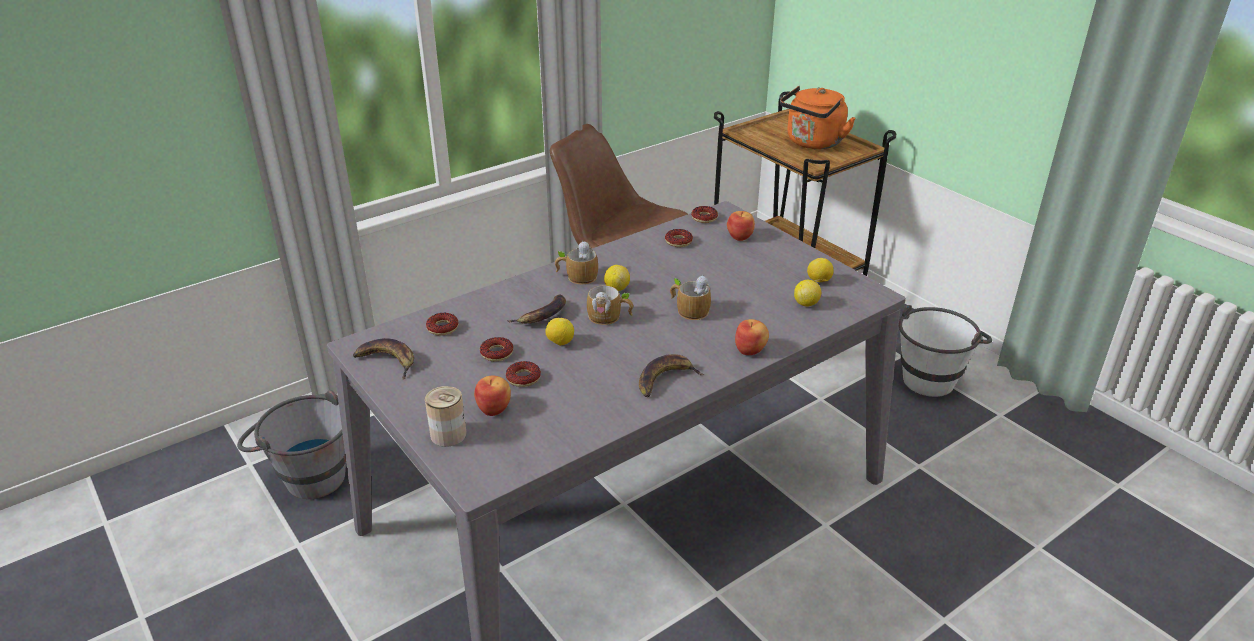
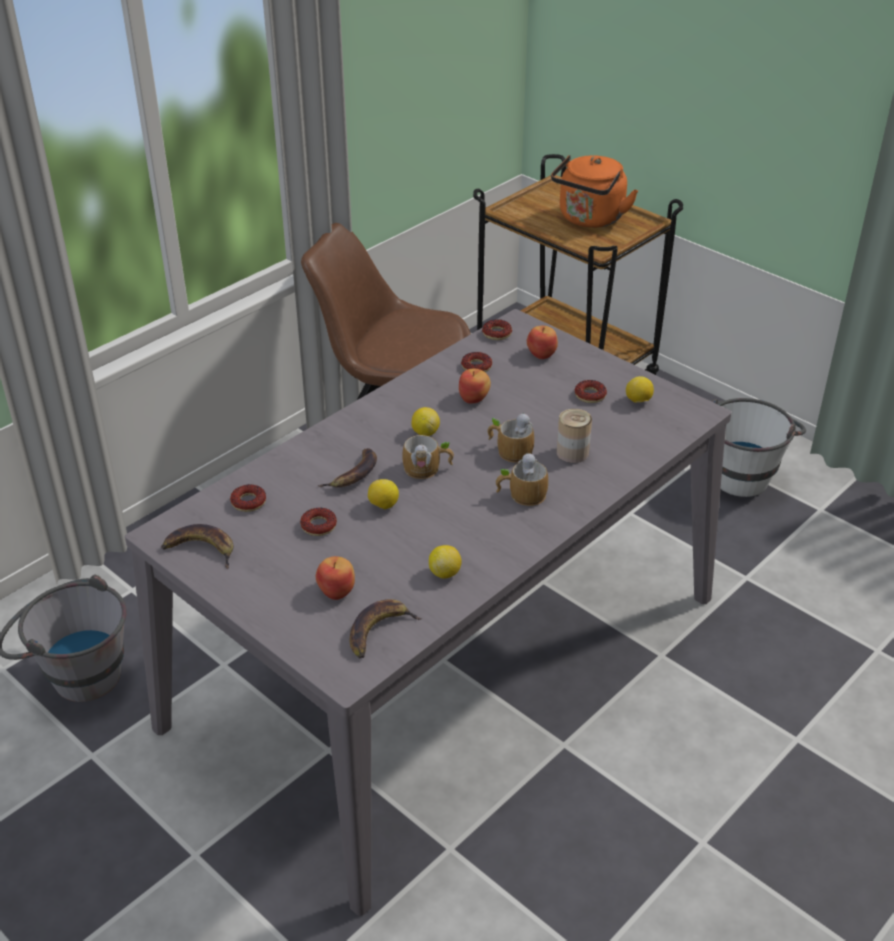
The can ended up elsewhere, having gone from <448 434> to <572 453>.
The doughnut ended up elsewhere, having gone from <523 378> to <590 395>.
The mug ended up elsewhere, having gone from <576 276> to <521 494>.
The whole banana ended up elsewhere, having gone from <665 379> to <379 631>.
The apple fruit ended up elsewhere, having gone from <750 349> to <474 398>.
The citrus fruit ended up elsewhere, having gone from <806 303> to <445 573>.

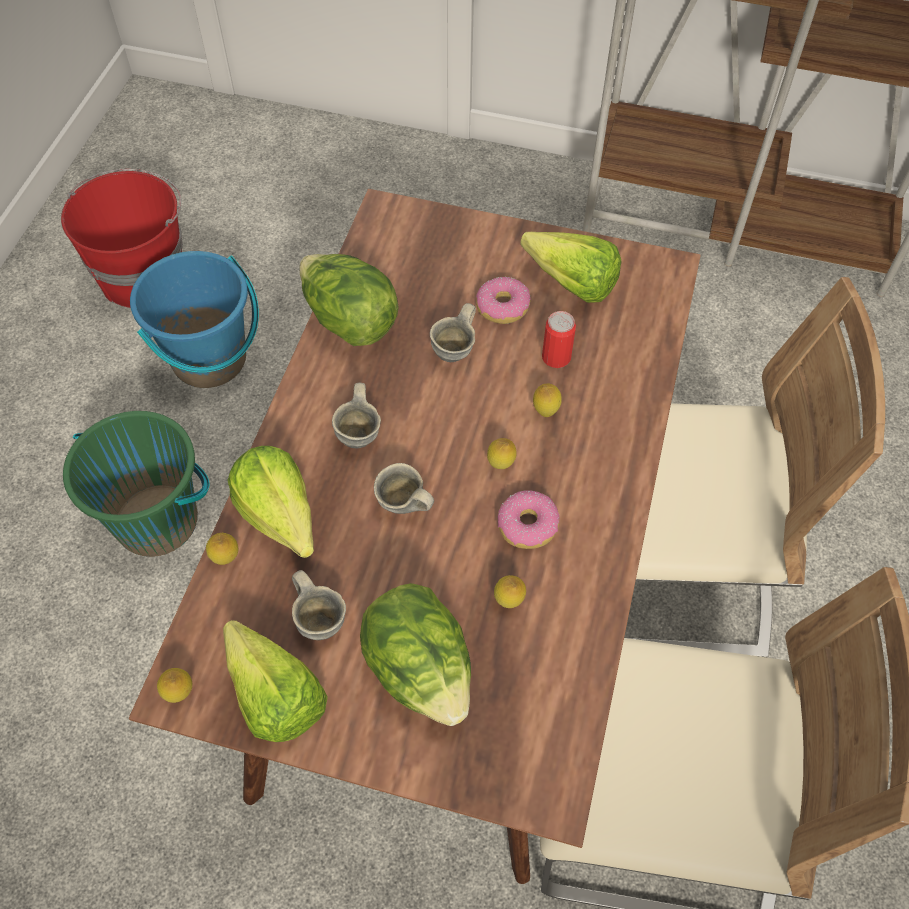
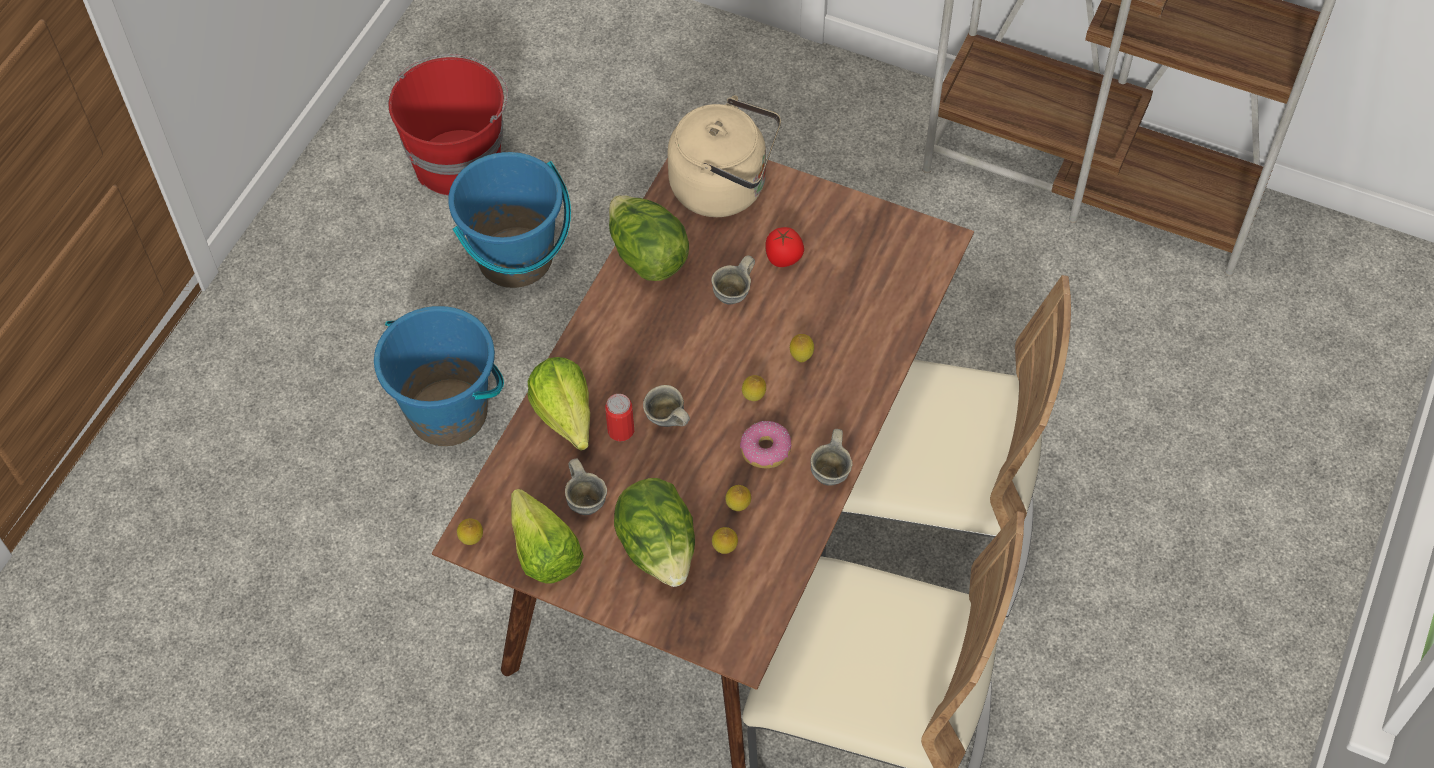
What was the green pail at <157 520> turned into the bluish pail at <449 412>.
The citrus fruit ended up elsewhere, having gone from <226 559> to <724 549>.
The greyish mug ended up elsewhere, having gone from <361 435> to <832 473>.
Where the doughnut stood at <502 306>, the fresh tomato came to stand at <783 259>.
The second view lost the lettuce head at <565 279>.
The can ended up elsewhere, having gone from <556 357> to <621 430>.
The second view gained the beige-coloured kettle at <725 187>.

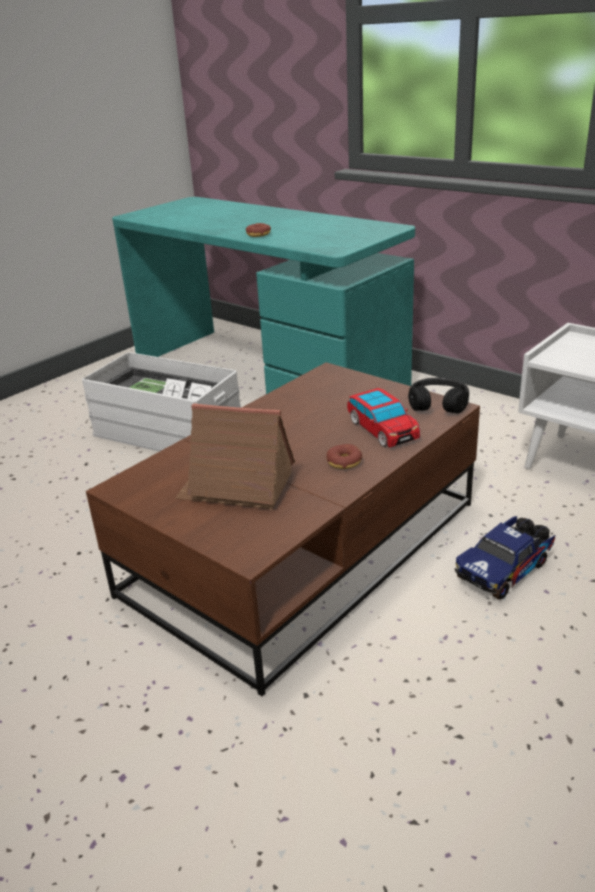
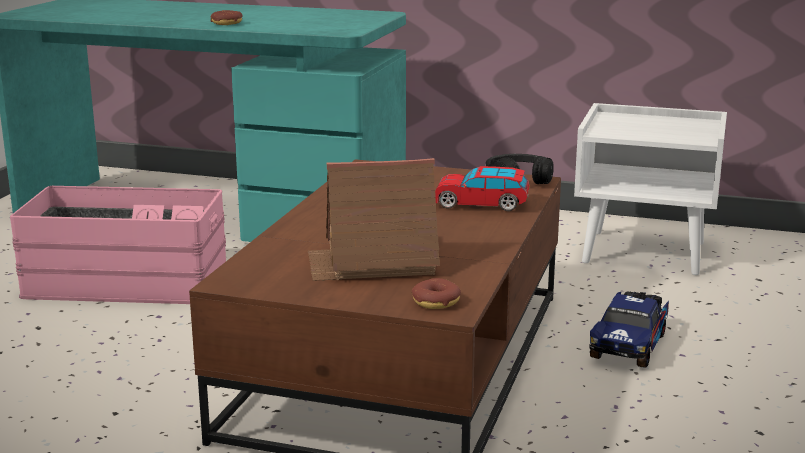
What was the whitish storage box at <169 430> turned into the pink-coloured storage box at <128 280>.
The doughnut ended up elsewhere, having gone from <344 462> to <436 302>.
The toy car at <382 429> ended up facing another way, 150 degrees clockwise from before.

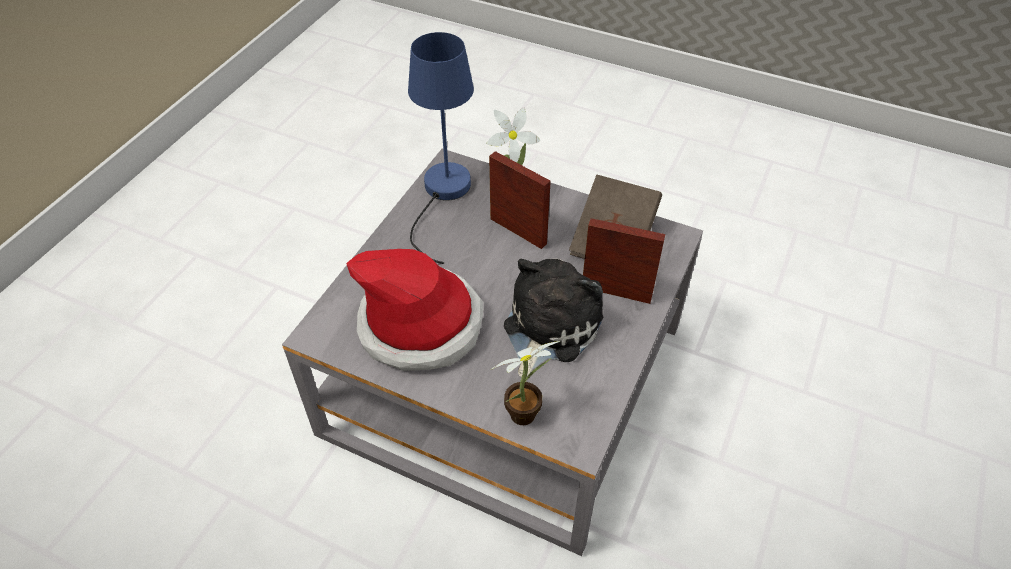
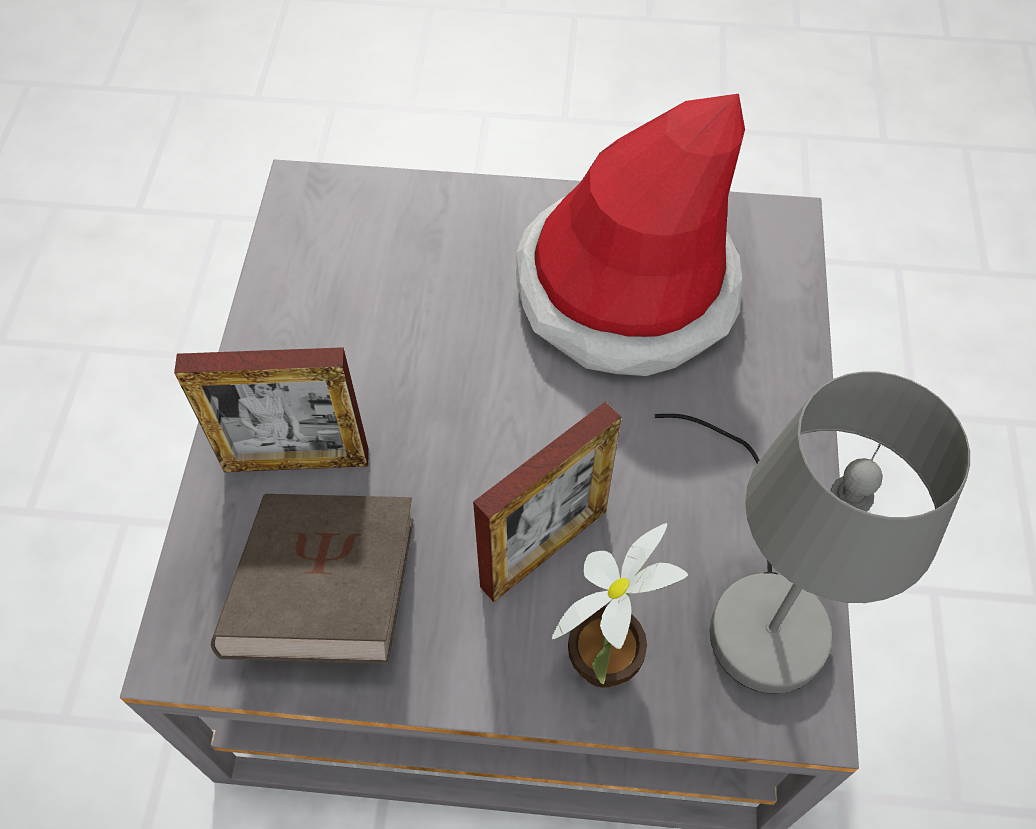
What was the bluish table lamp at <443 194> turned into the greyish table lamp at <759 599>.
The photo frame at <518 231> ended up facing another way, 60 degrees counterclockwise from before.
The second view lost the potted plant at <527 413>.
The second view lost the cuddly toy at <548 327>.

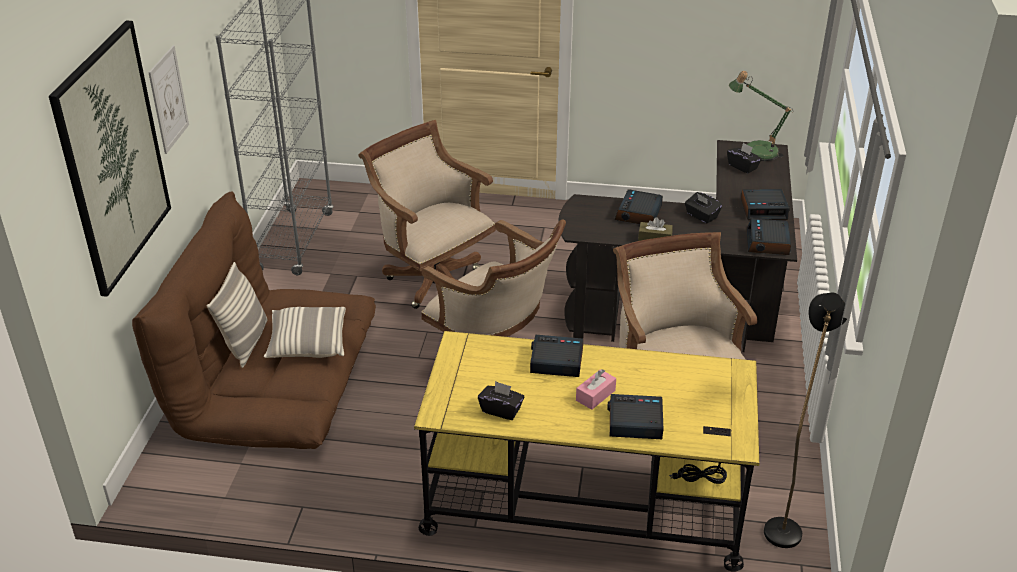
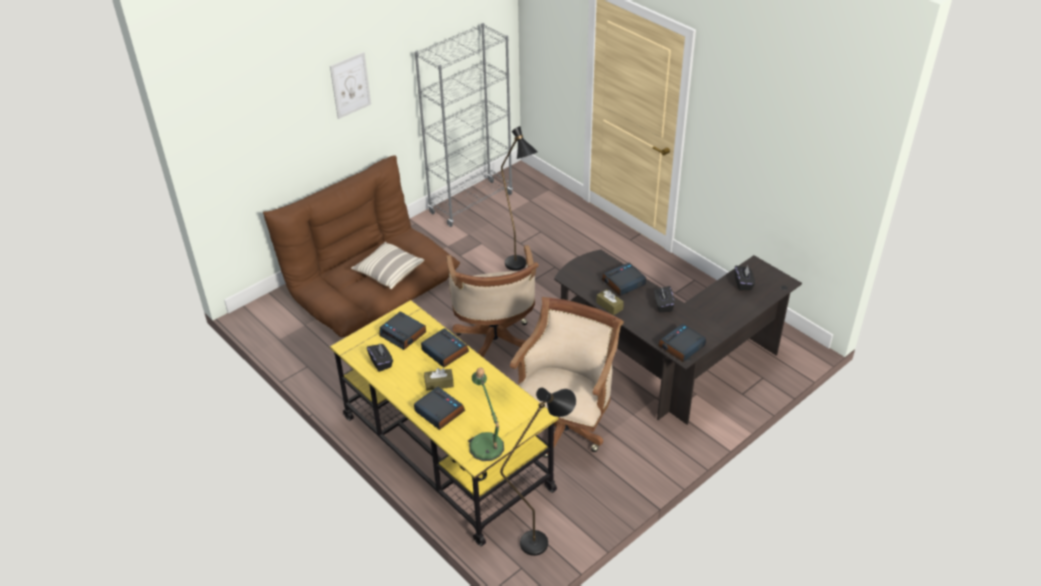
The second view lost the wall picture at <113 158>.
The second view lost the cushion at <245 343>.
Where the computer chair stood at <431 280>, the blackish floor lamp came to stand at <520 268>.
What was the pink-coloured tissue box at <595 395> turned into the brownish tissue box at <439 383>.
The table lamp ended up elsewhere, having gone from <755 150> to <486 442>.
The table clock ended up elsewhere, having gone from <764 209> to <403 334>.

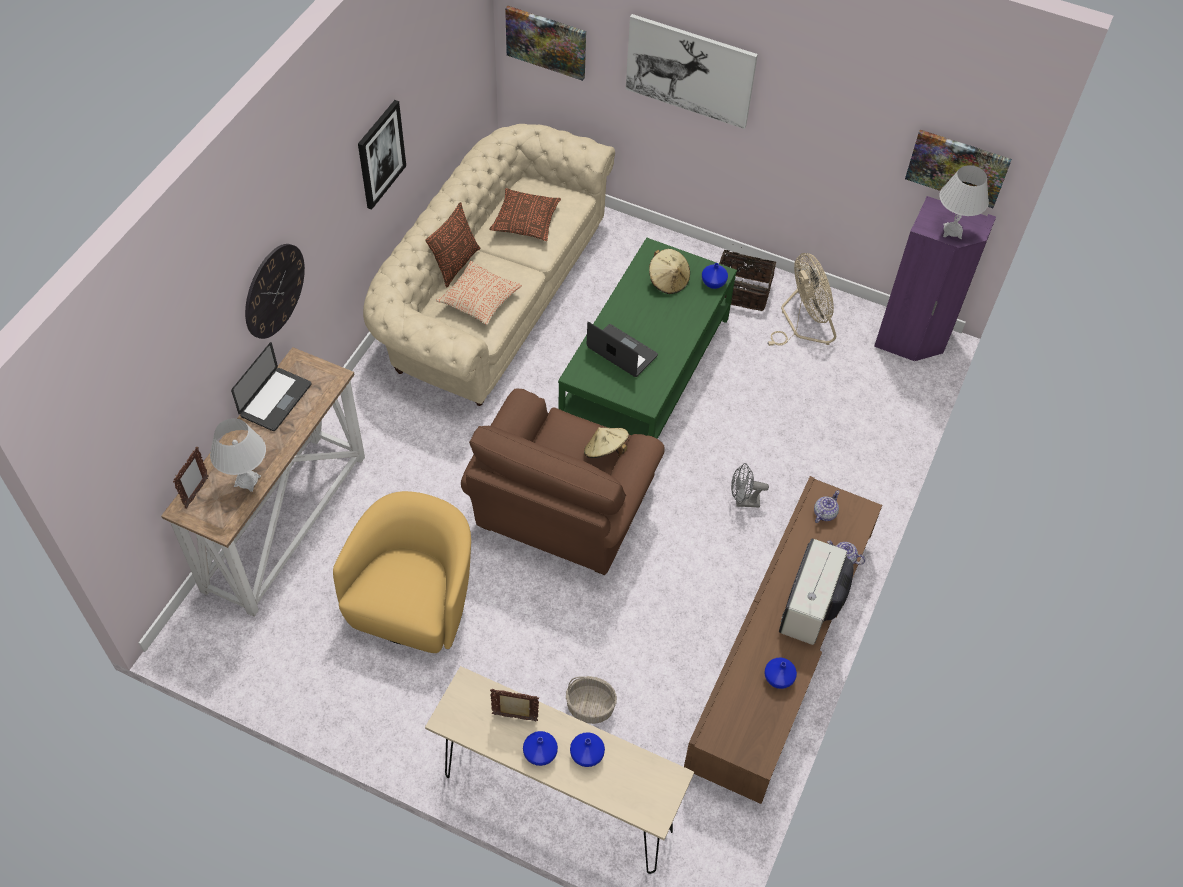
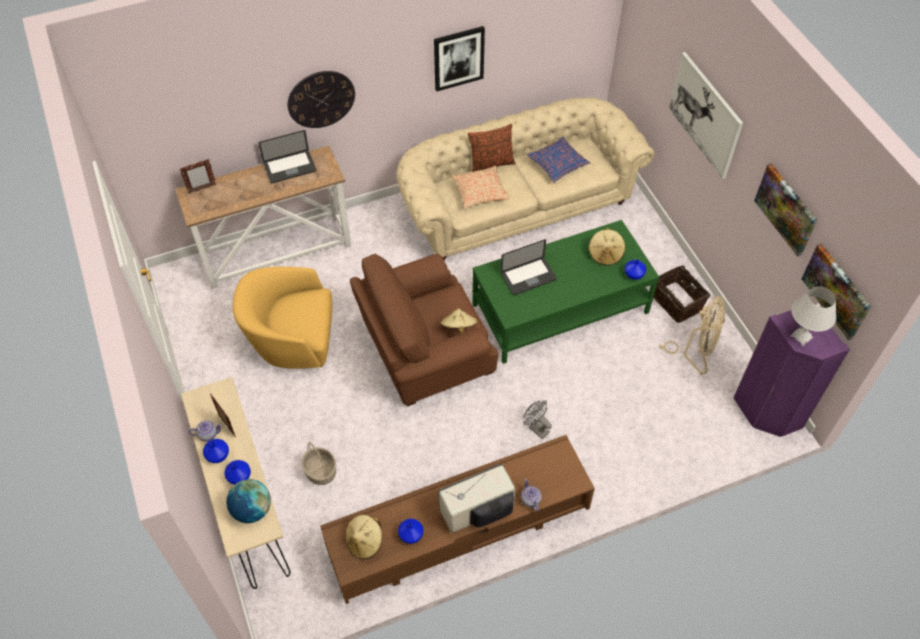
The second view lost the whitish table lamp at <247 481>.
The yellow armchair at <414 603> ended up facing another way, 150 degrees counterclockwise from before.
What was the brownish cushion at <526 222> turned into the bluish cushion at <557 165>.
The wall picture ended up elsewhere, having gone from <546 42> to <786 209>.
The notebook computer at <622 352> ended up facing another way, 75 degrees clockwise from before.
The tea pot ended up elsewhere, having gone from <824 513> to <207 434>.
The second view gained the desk globe at <252 510>.
The second view gained the beige-coloured clothing hat at <365 542>.

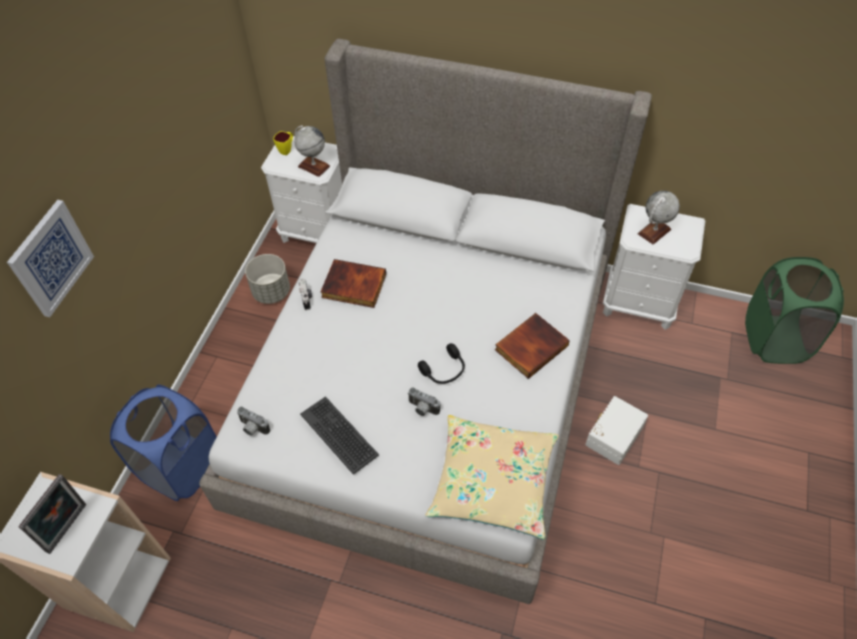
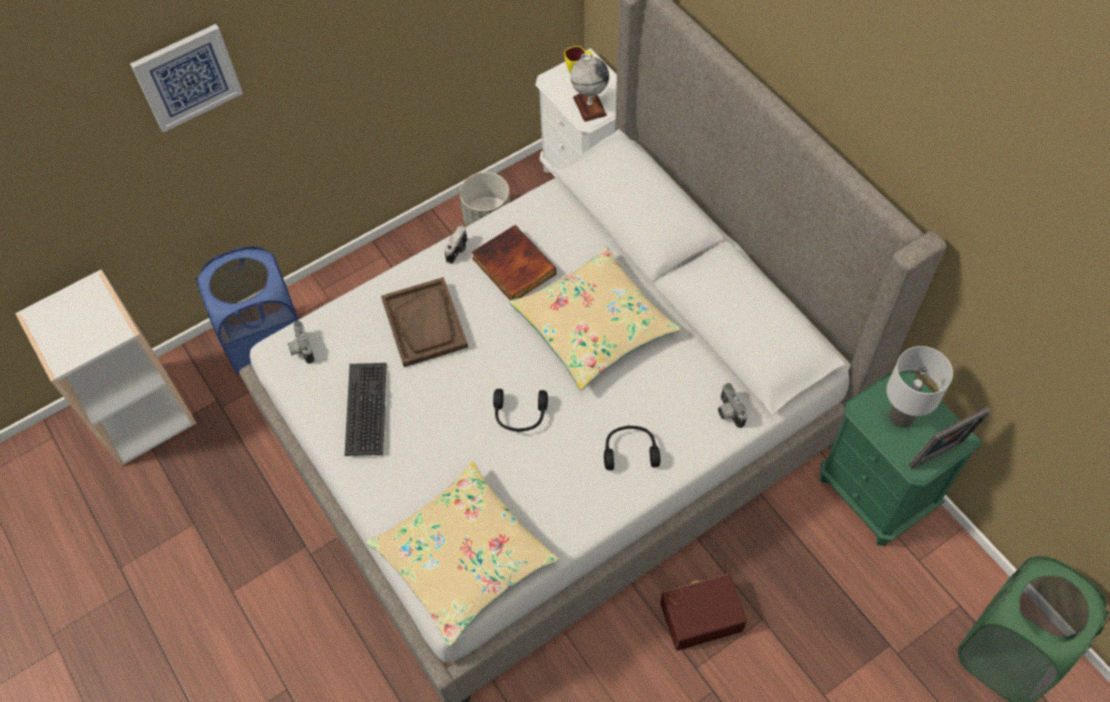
The photo frame ended up elsewhere, having gone from <69 529> to <937 457>.
The still camera ended up elsewhere, having gone from <422 409> to <728 412>.
Where the bound book stood at <530 346>, the blackish pair of headphones came to stand at <630 451>.
What was the whitish storage box at <613 435> turned into the brownish storage box at <700 615>.
What was the whitish night table at <639 304> turned into the green night table at <875 494>.
Where the desk globe stood at <654 231>, the whitish table lamp came to stand at <899 416>.
The second view gained the brownish serving tray at <424 323>.
The second view gained the beige-coloured cushion at <594 326>.

